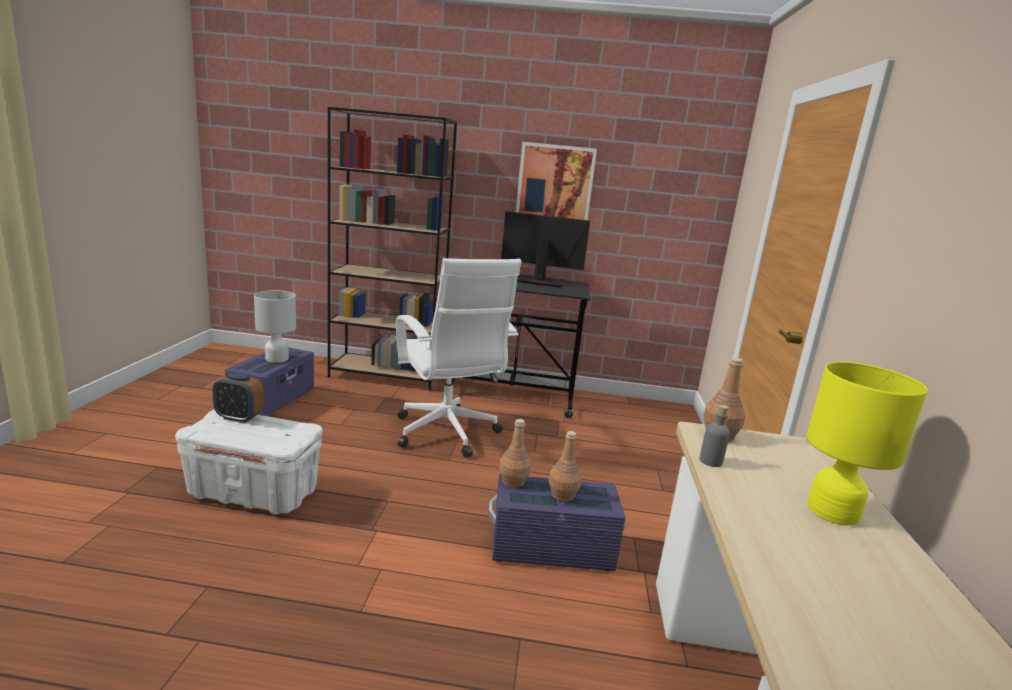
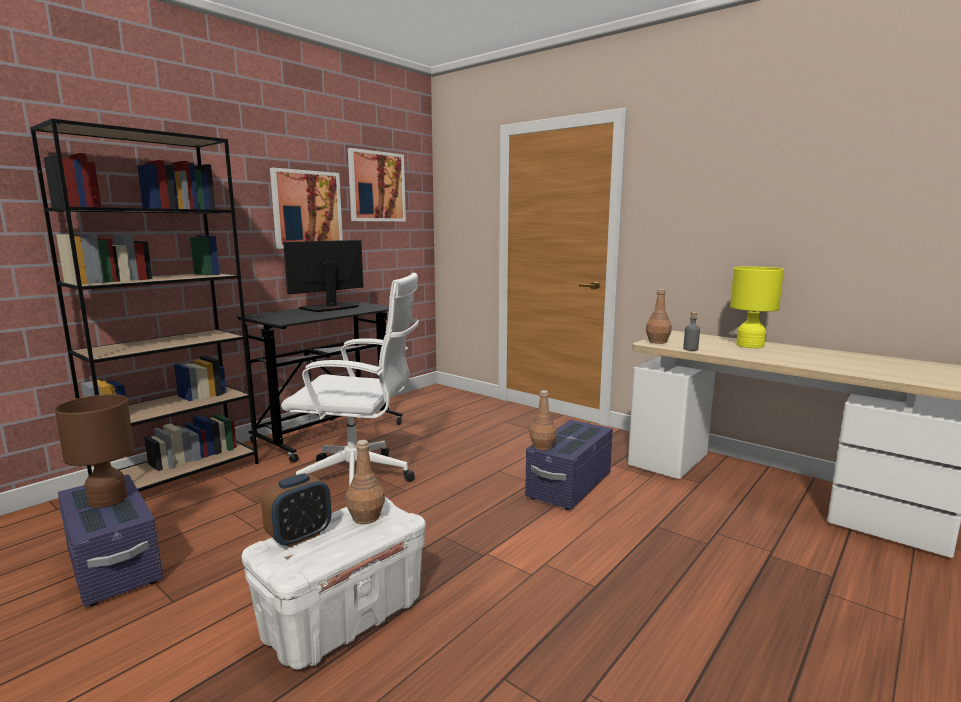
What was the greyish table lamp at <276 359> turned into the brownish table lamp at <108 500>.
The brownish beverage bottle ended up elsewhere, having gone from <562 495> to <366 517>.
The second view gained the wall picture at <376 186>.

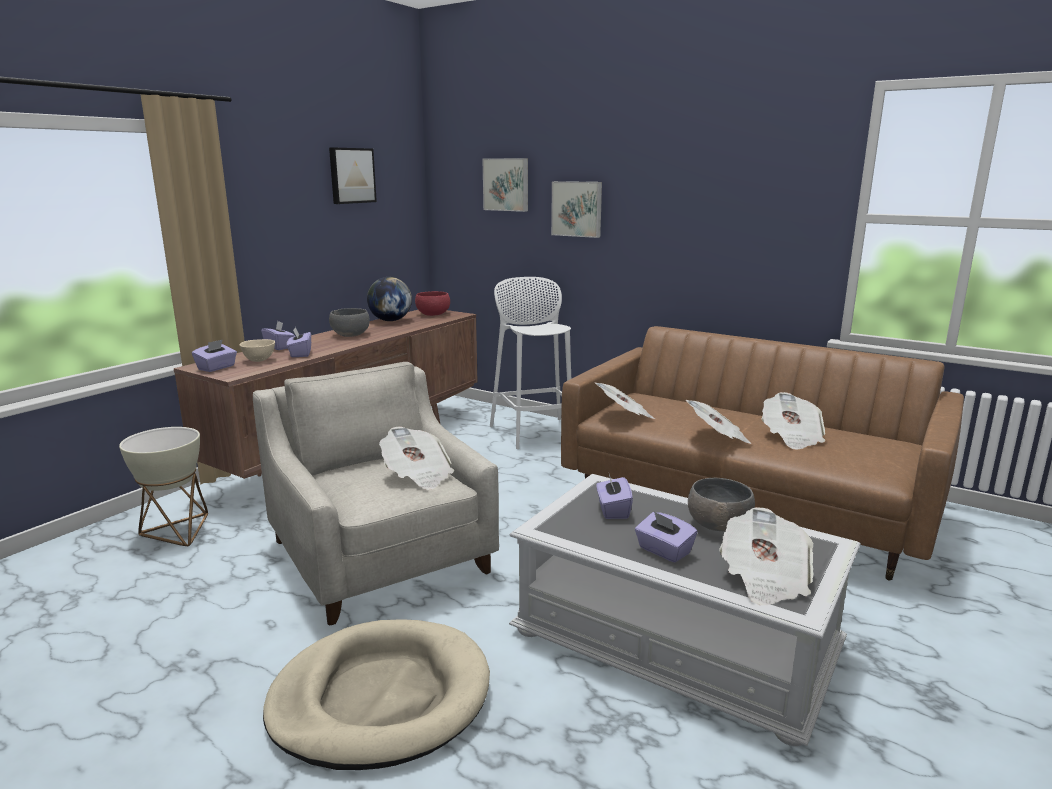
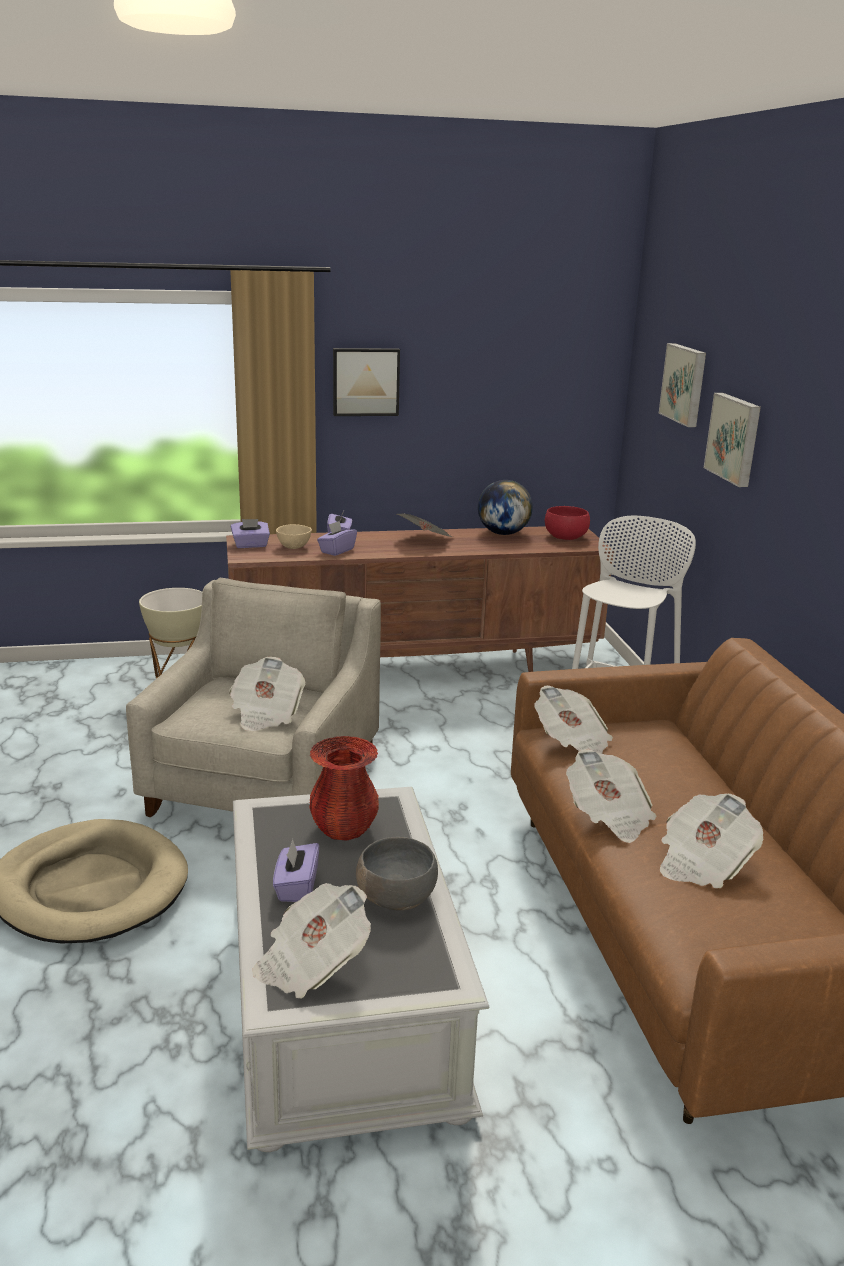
The wall picture ended up elsewhere, having gone from <351 175> to <365 381>.
Where the greyish serving bowl stood at <350 334>, the printed paper came to stand at <426 540>.
Where the purple-coloured tissue box stood at <612 510>, the reddish flower vase came to stand at <344 829>.

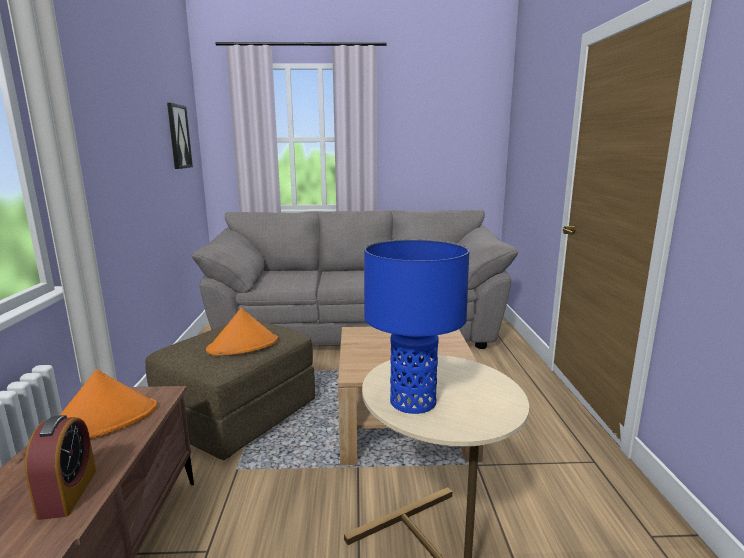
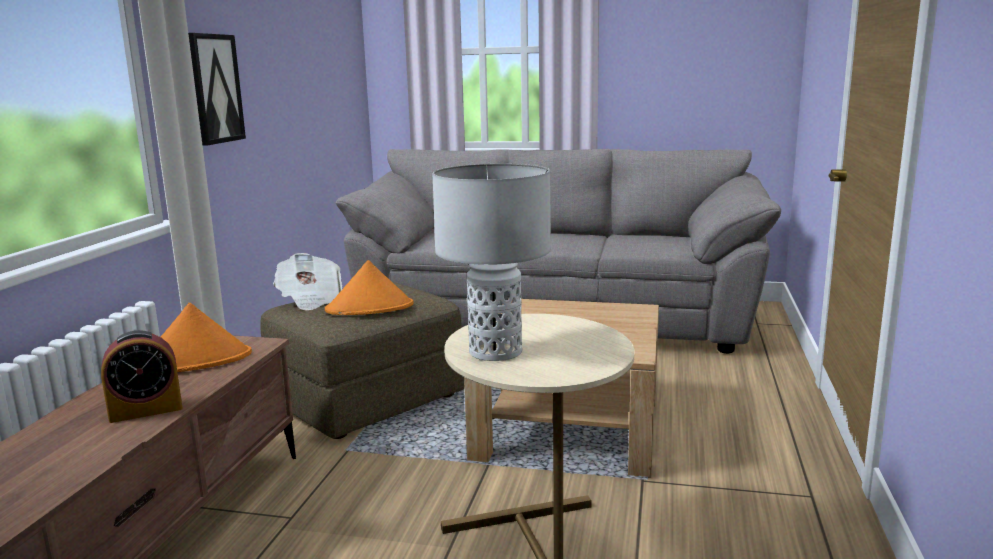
The table clock at <68 493> ended up facing another way, 60 degrees clockwise from before.
The wall picture ended up elsewhere, having gone from <178 136> to <215 89>.
What was the bluish table lamp at <413 401> turned into the whitish table lamp at <496 351>.
The second view gained the printed paper at <310 299>.

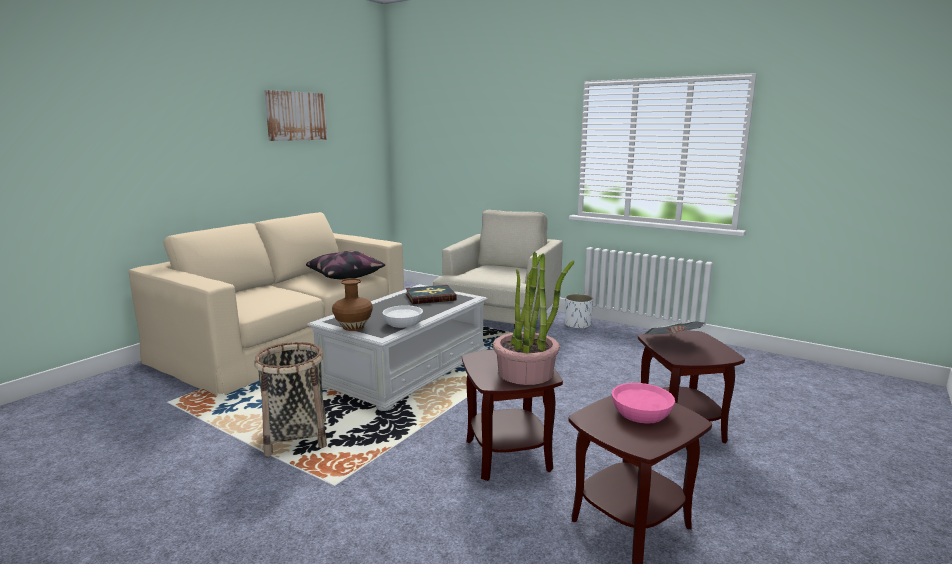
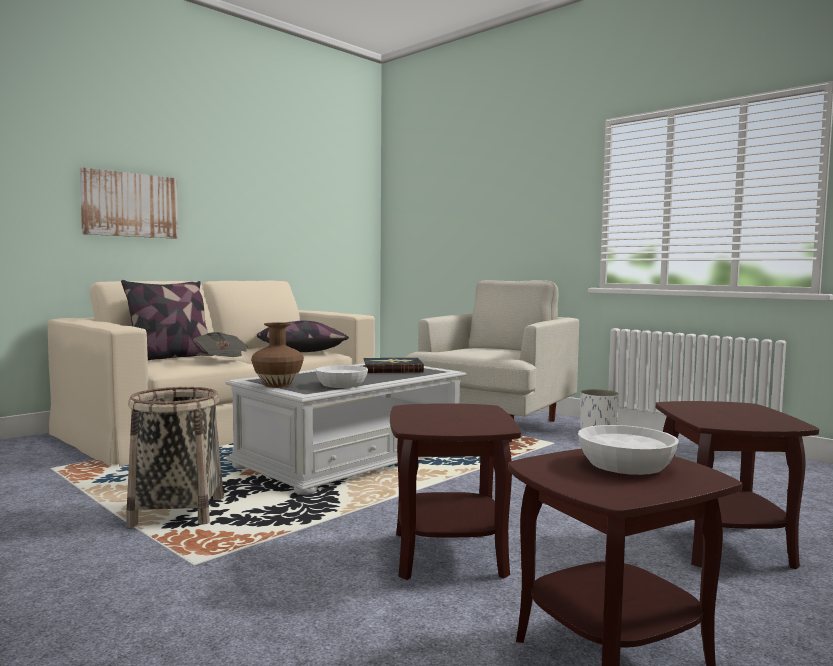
The wall picture ended up elsewhere, having gone from <296 116> to <130 205>.
The second view lost the potted plant at <526 372>.
What was the pink-coloured serving bowl at <642 413> turned into the whitish serving bowl at <627 466>.
The printed paper ended up elsewhere, having gone from <671 343> to <222 360>.
The second view gained the cushion at <171 357>.

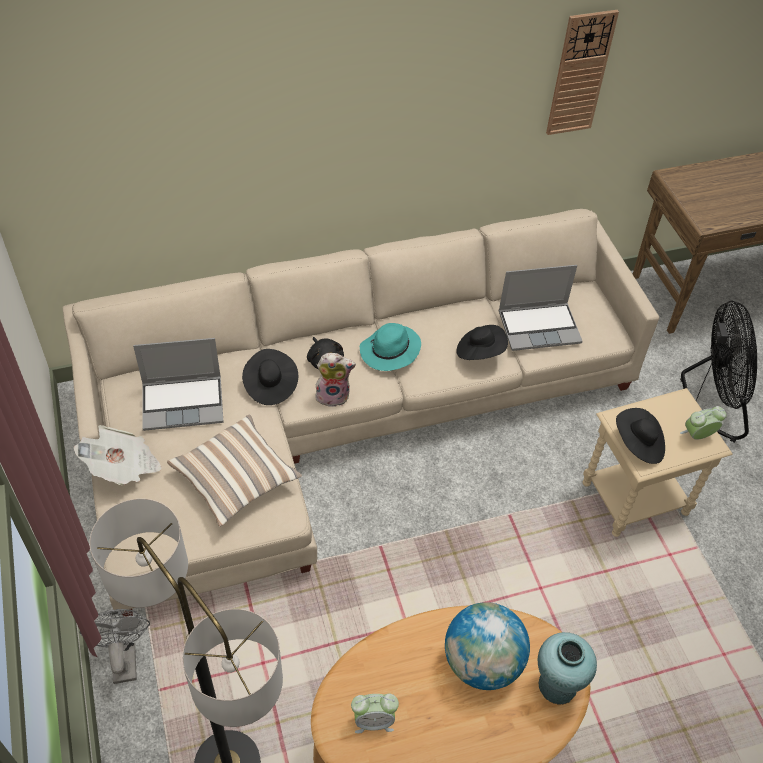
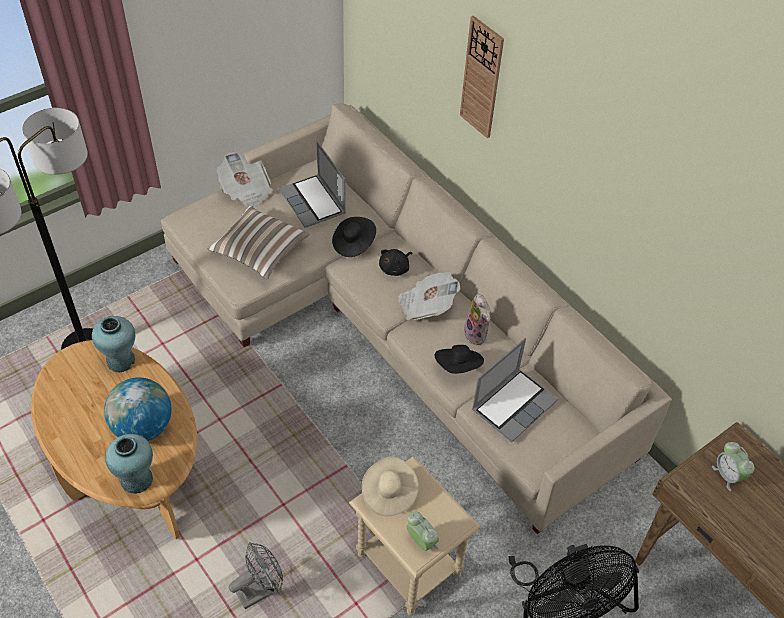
The greyish fan ended up elsewhere, having gone from <123 658> to <260 590>.
The cuddly toy ended up elsewhere, having gone from <333 395> to <477 334>.
The table clock ended up elsewhere, having gone from <373 721> to <727 475>.
Where the turquoise-coloured clothing hat stood at <389 351>, the printed paper came to stand at <426 306>.
The notebook computer at <539 326> ended up facing another way, 105 degrees counterclockwise from before.
The hanging clock ended up elsewhere, having gone from <579 74> to <482 78>.
What was the blackish clothing hat at <638 444> turned into the beige-coloured clothing hat at <388 493>.
The second view gained the turquoise-coloured flower vase at <121 360>.

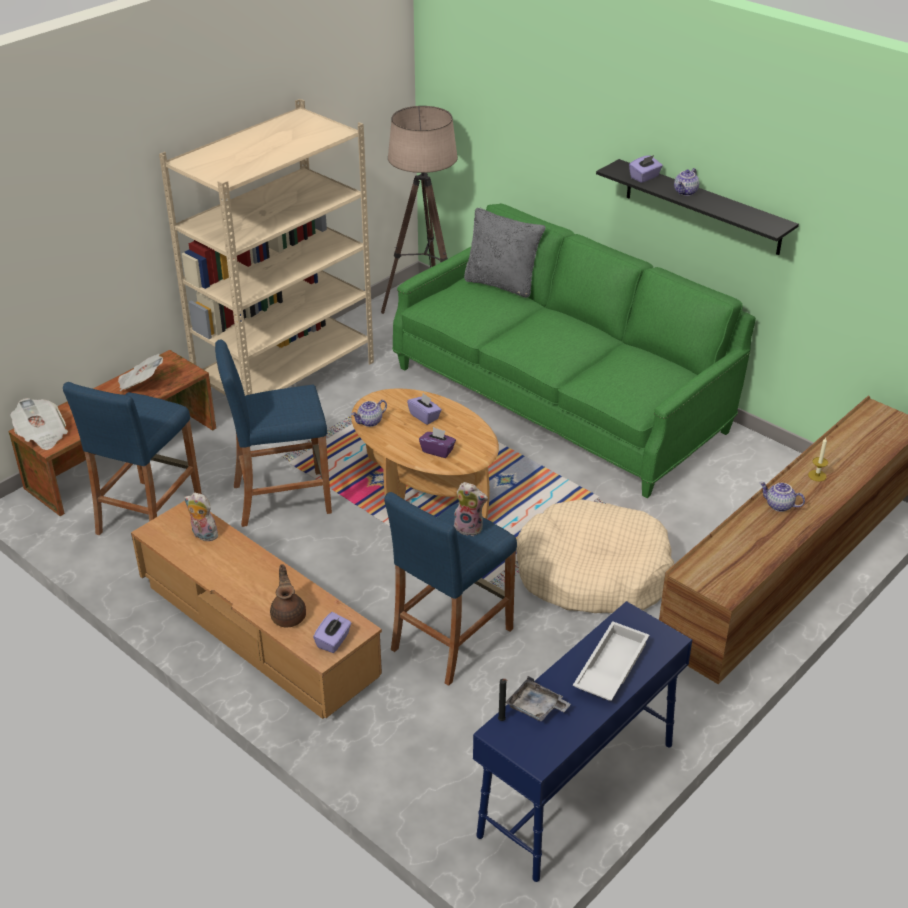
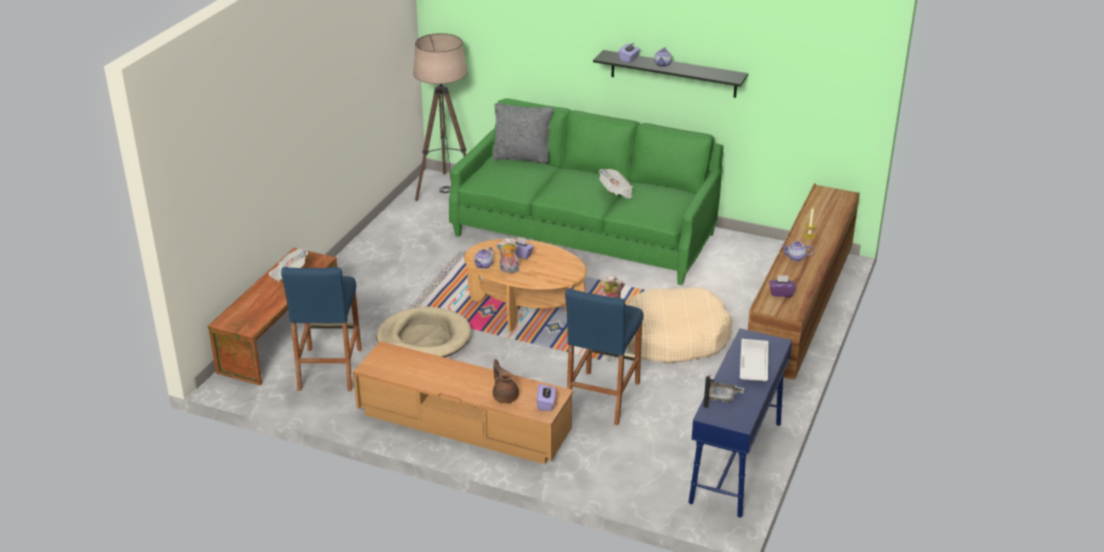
The printed paper ended up elsewhere, having gone from <42 435> to <616 192>.
The second view lost the beige-coloured bookshelf at <286 379>.
The cuddly toy ended up elsewhere, having gone from <203 535> to <508 270>.
Where the bluish stool stood at <282 498>, the beige-coloured pet bed came to stand at <424 338>.
The purple-coloured tissue box ended up elsewhere, having gone from <437 451> to <781 293>.

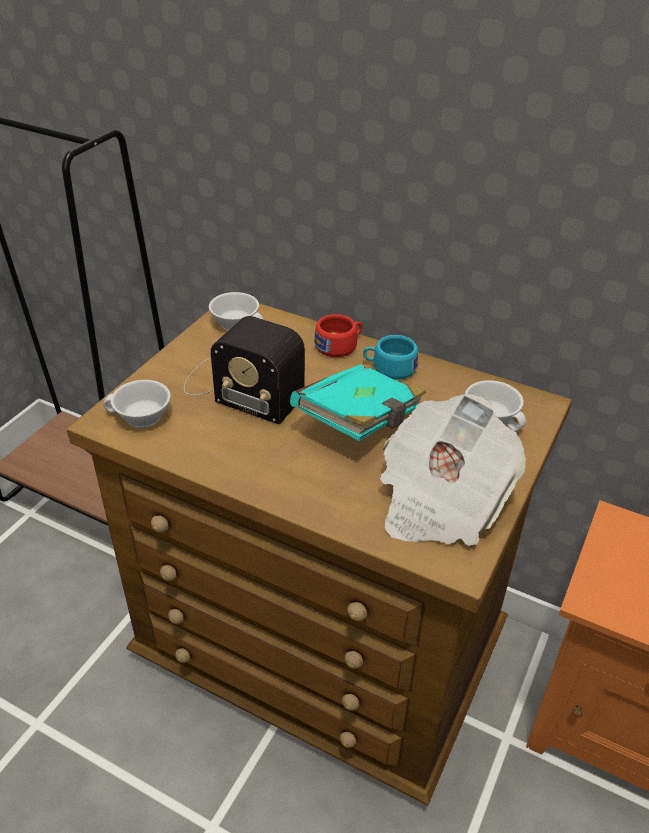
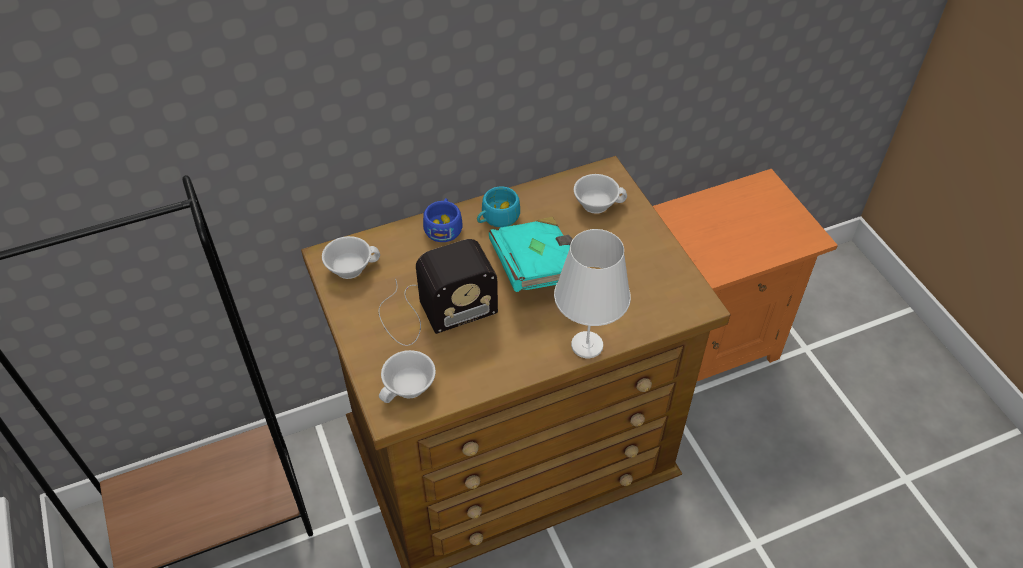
What was the reddish cup at <340 345> turned into the bluish cup at <444 226>.
The second view lost the printed paper at <440 499>.
The second view gained the whitish table lamp at <586 345>.

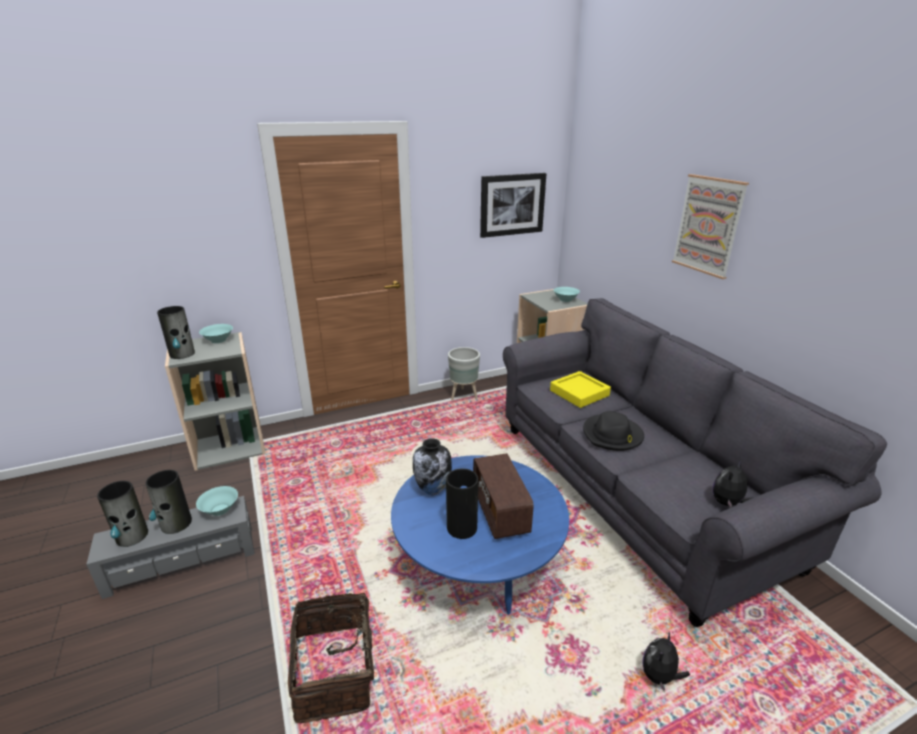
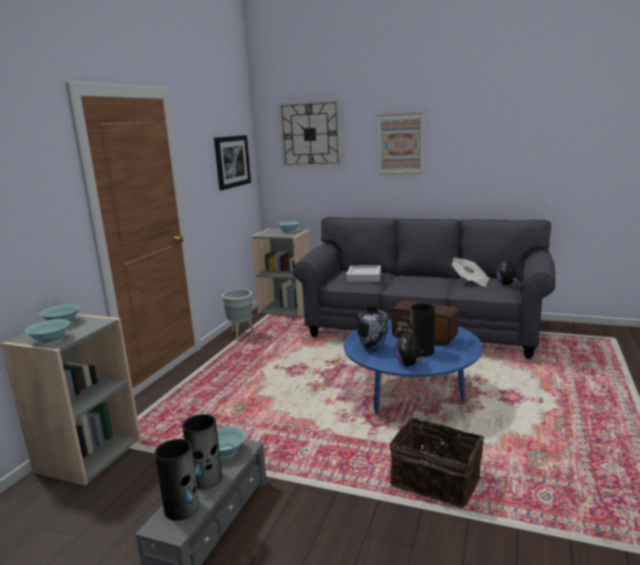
Where the flower vase stood at <182 354>, the turquoise-coloured serving bowl came to stand at <50 340>.
What was the yellow serving tray at <579 393> turned into the greyish serving tray at <364 277>.
The second view lost the blackish clothing hat at <612 435>.
The cuddly toy ended up elsewhere, having gone from <659 676> to <409 364>.
The second view gained the hanging clock at <310 134>.
The second view gained the printed paper at <470 281>.

